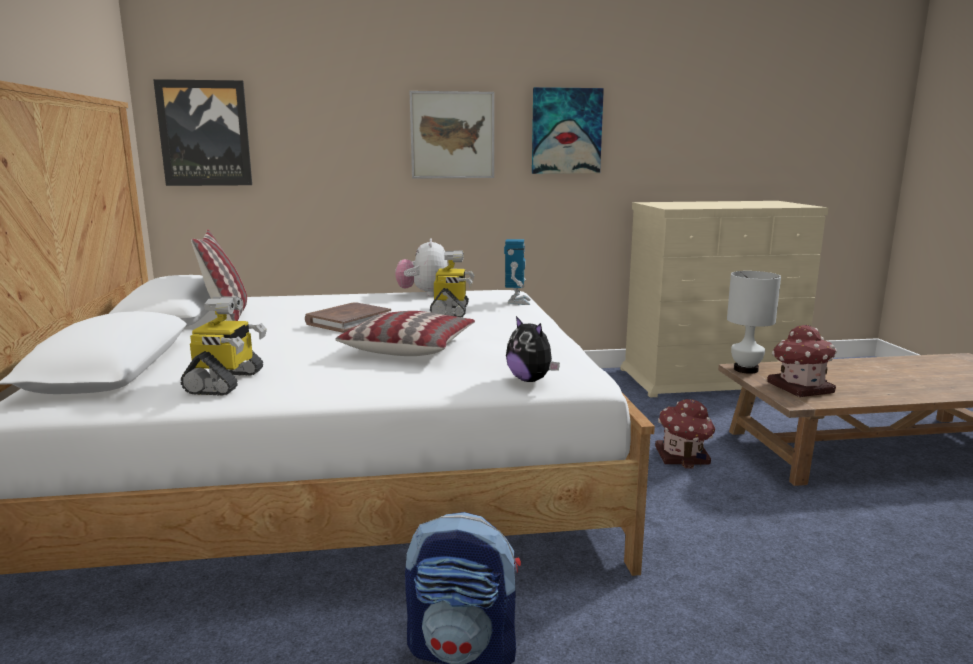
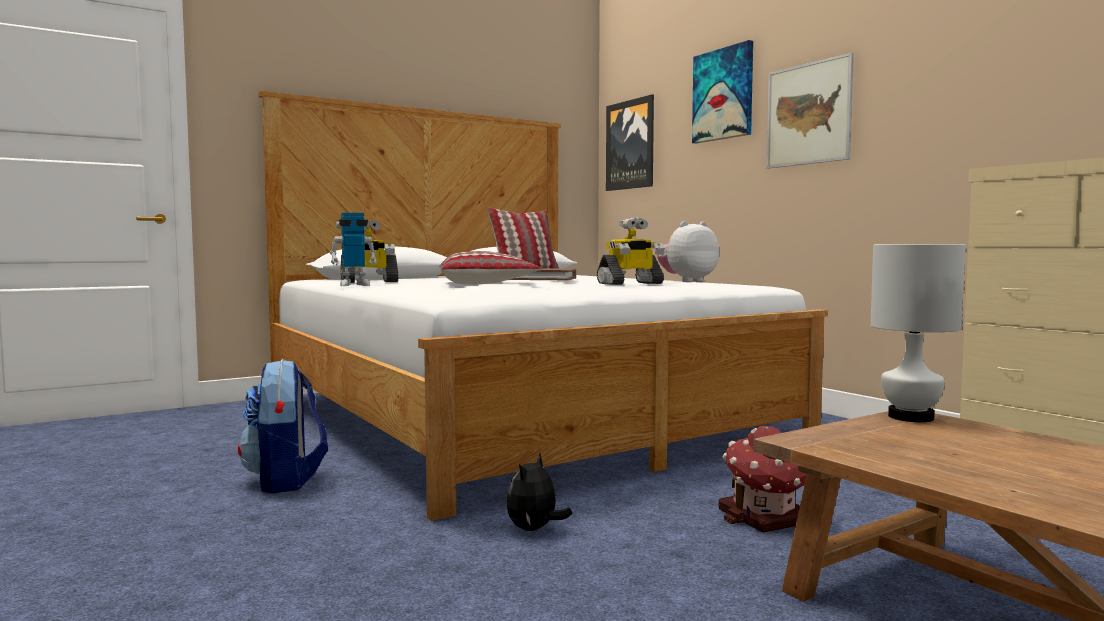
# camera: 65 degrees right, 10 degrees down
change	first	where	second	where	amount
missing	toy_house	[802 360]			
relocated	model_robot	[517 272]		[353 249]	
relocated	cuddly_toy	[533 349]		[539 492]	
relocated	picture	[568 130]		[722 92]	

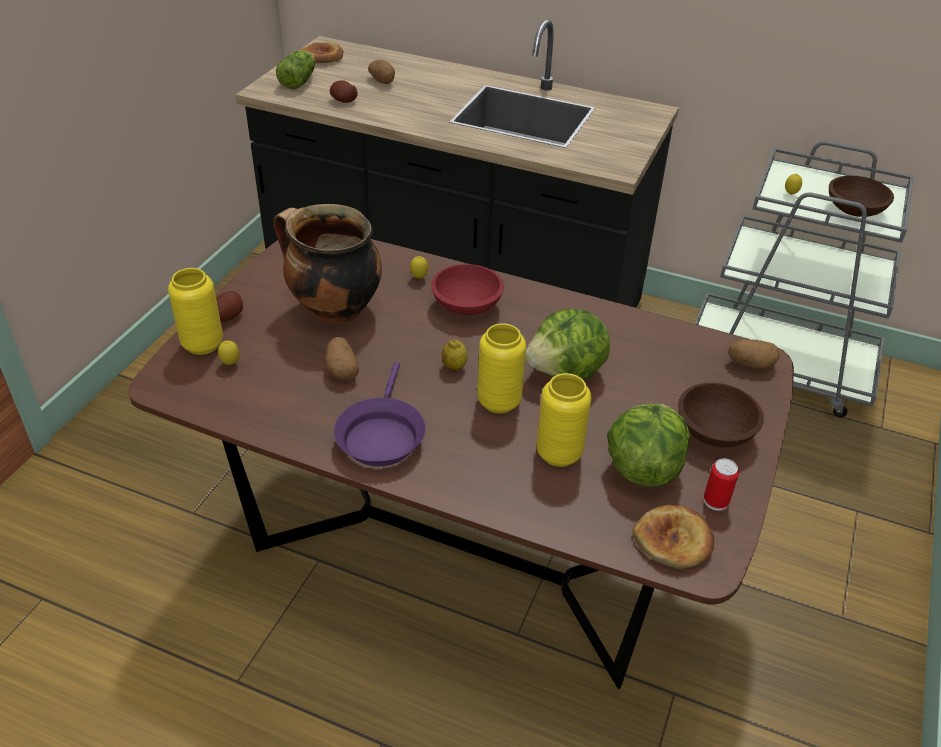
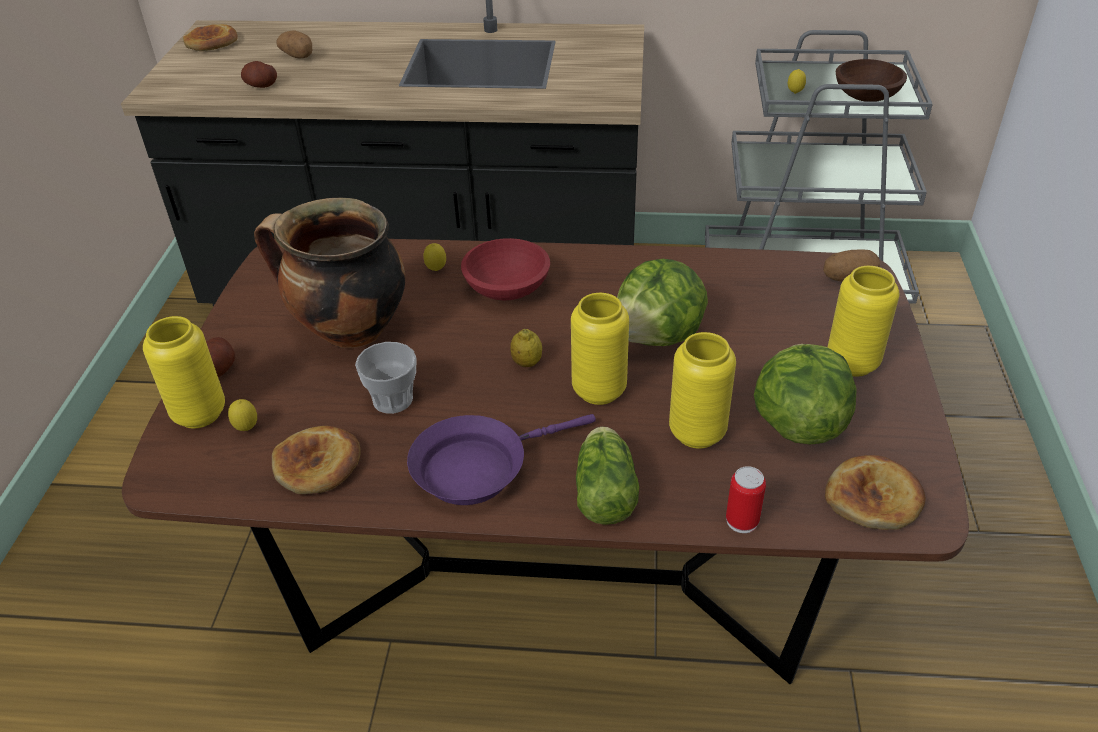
# camera: 15 degrees left, 0 degrees up
change	first	where	second	where	amount
appeared			bakery_bread	[316 460]	
relocated	lettuce	[295 69]		[607 475]	
relocated	metal_can	[721 484]		[746 499]	
exchanged	spud	[342 358]	small_cup	[386 378]	
exchanged	brown-coloured_serving_bowl	[721 415]	yellow-coloured_vase	[863 321]	
spun	purple-coloured_frying_pan	[380 414]		[501 459]	75 degrees clockwise

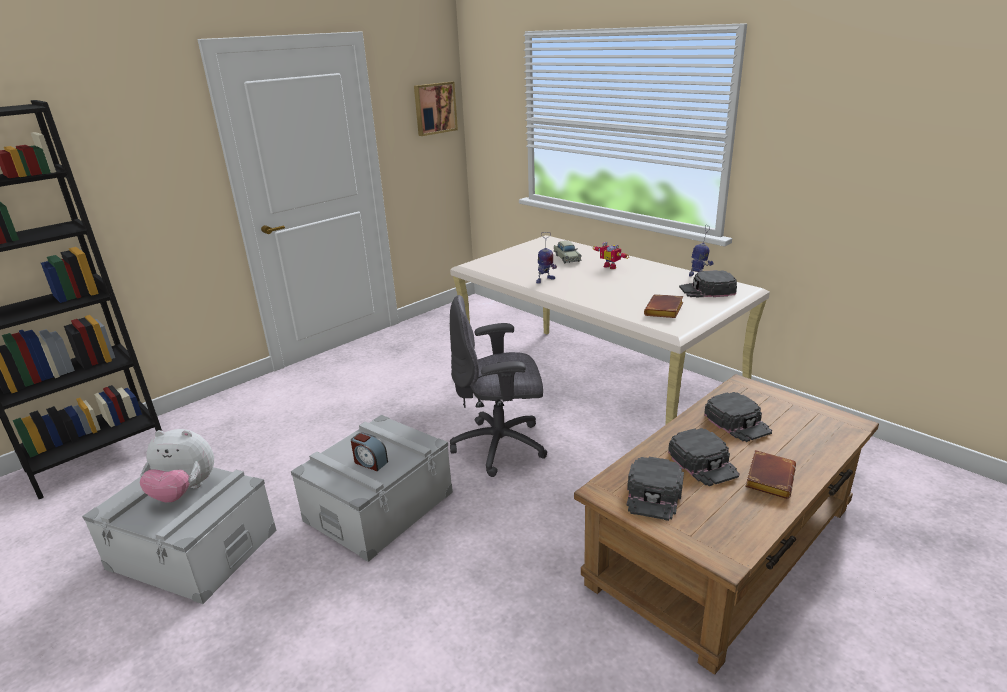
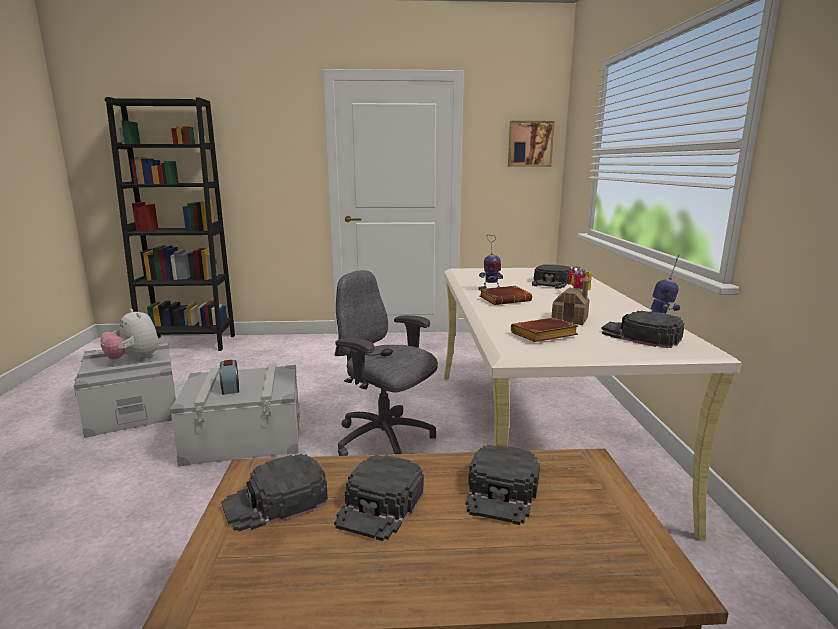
# camera: 40 degrees right, 10 degrees down
change	first	where	second	where	amount
appeared			toy_house	[570 300]	
relocated	brown-coloured_book	[770 474]		[506 295]	
exchanged	beige_miniature_car	[568 252]	black_cap	[552 276]	

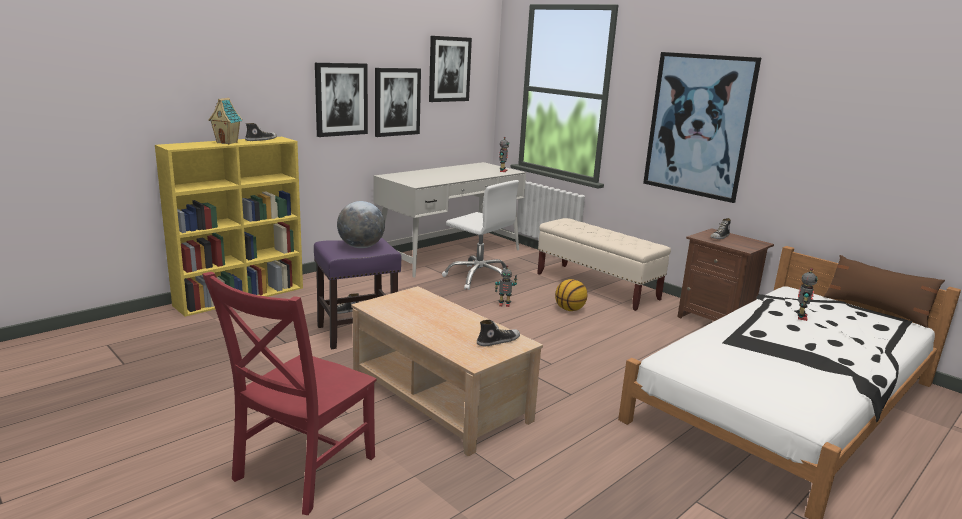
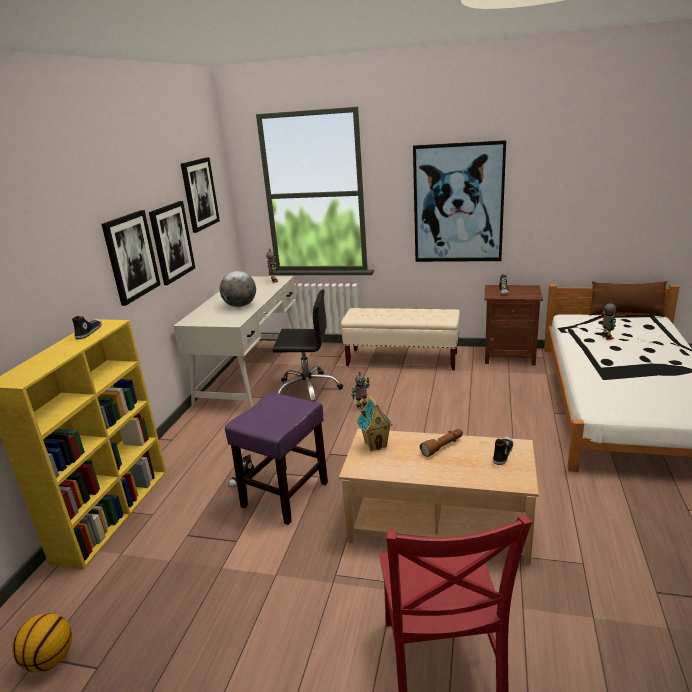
# camera: 30 degrees left, 5 degrees up
change	first	where	second	where	amount
appeared			brown-coloured_flashlight	[441 443]	
relocated	toy_house	[225 121]		[374 423]	
relocated	world_globe	[361 224]		[238 289]	
relocated	basketball_ball	[571 295]		[42 642]	
colour	whitish_computer_chair	[480 235]	black_computer_chair	[307 345]	

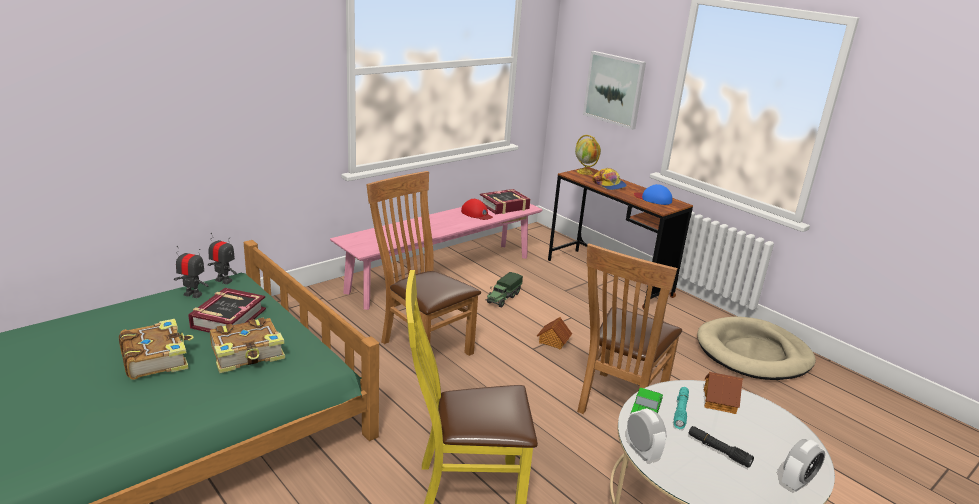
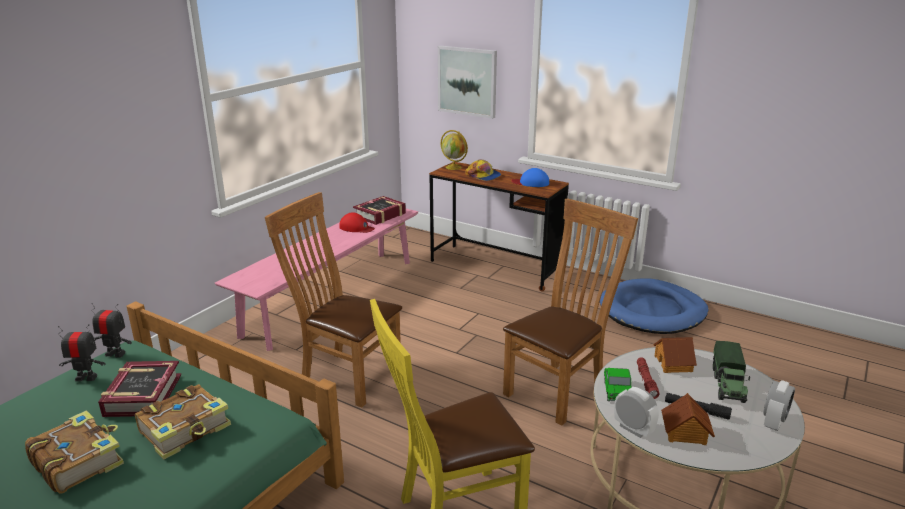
# camera: 15 degrees left, 0 degrees up
change	first	where	second	where	amount
relocated	toy_truck	[504 289]		[731 372]	
relocated	toy_house	[554 333]		[688 419]	
colour	turquoise-coloured_flashlight	[681 408]	reddish_flashlight	[648 378]	
colour	beige_dog_cushion	[756 348]	bluish_dog_cushion	[654 306]	
spun	brown-coloured_upright_chair	[629 328]		[570 312]	150 degrees counterclockwise

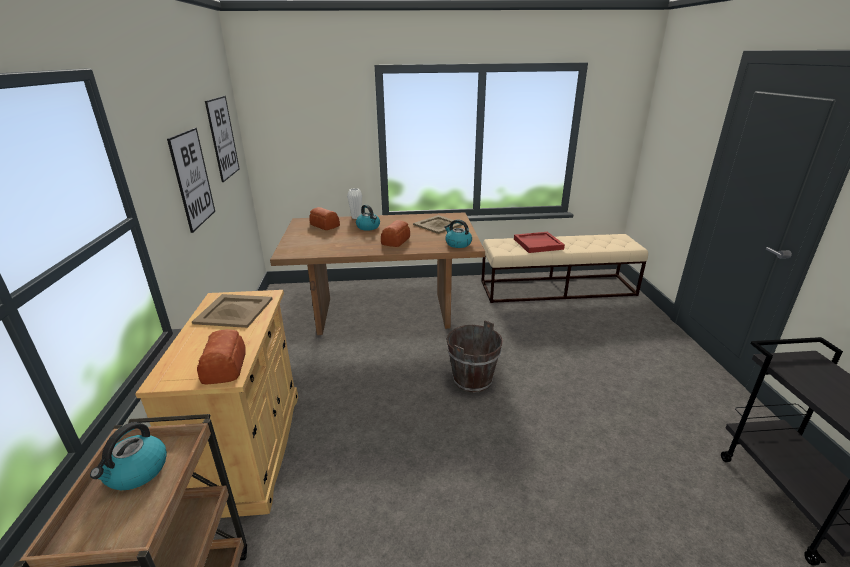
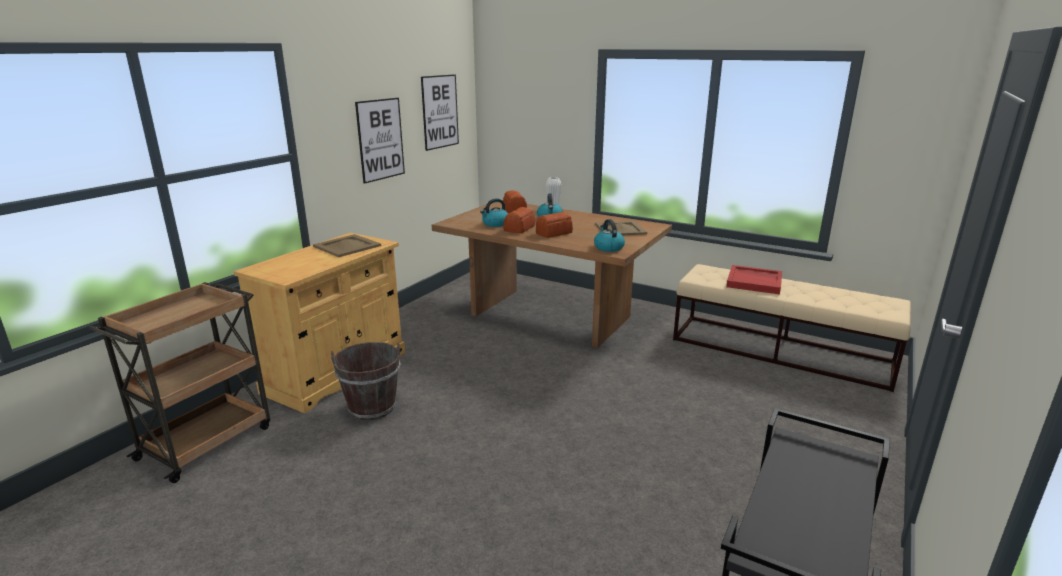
# camera: 35 degrees right, 5 degrees down
change	first	where	second	where	amount
relocated	kettle	[128 456]		[494 212]	
relocated	bakery_bread	[221 356]		[519 220]	
relocated	brown-coloured_pail	[474 357]		[365 381]	

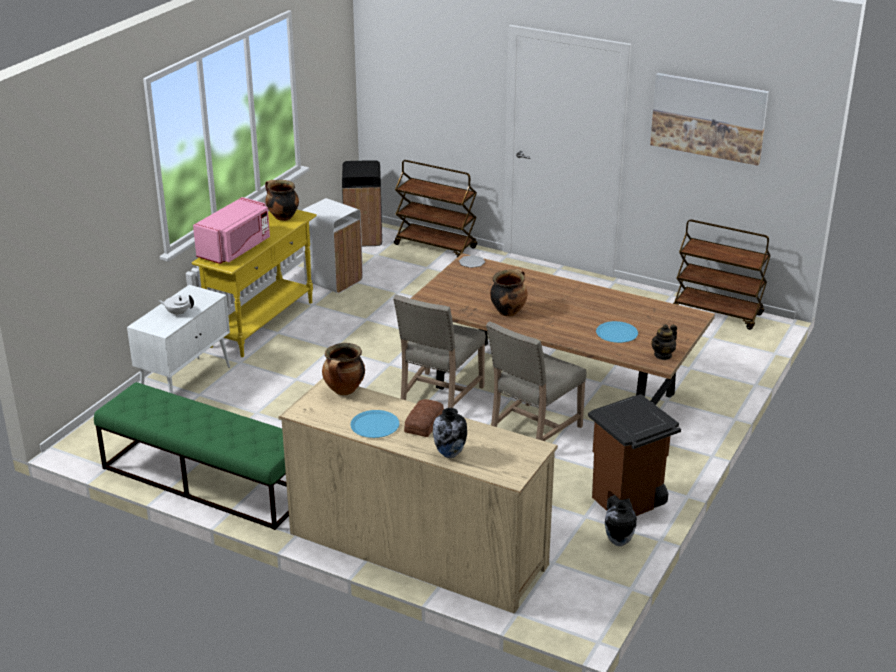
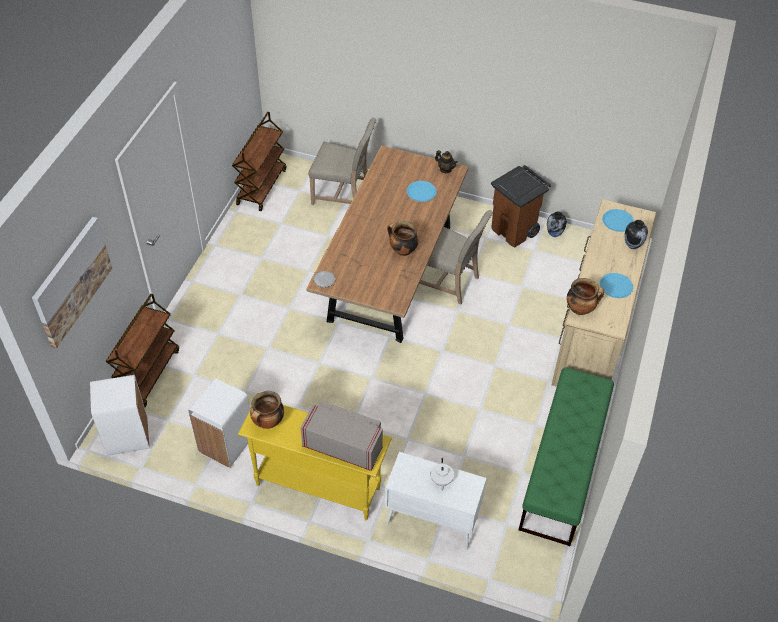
# camera: 100 degrees left, 20 degrees up
change	first	where	second	where	amount
missing	bakery_bread	[424 418]			
appeared			bluish_plate	[618 220]	
relocated	beige_upright_chair	[439 351]		[342 161]	
relocated	picture	[709 119]		[72 282]	
colour	pinkish_microwave	[231 230]	greyish_microwave	[342 436]	
colour	black_trash_can	[362 203]	whitish_trash_can	[120 415]	

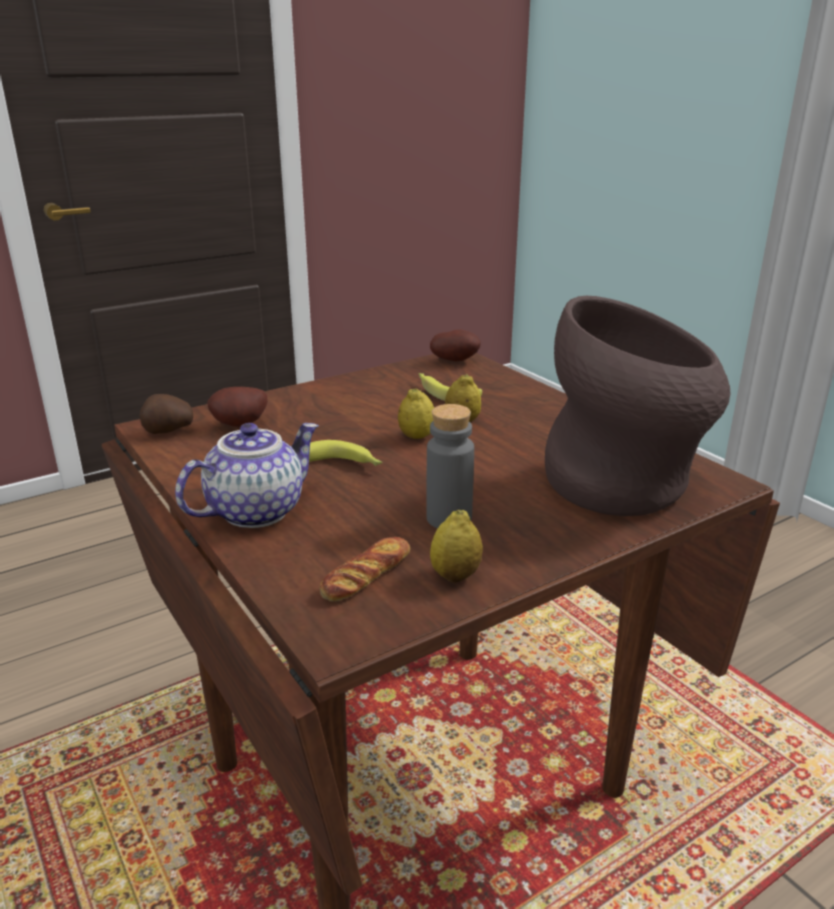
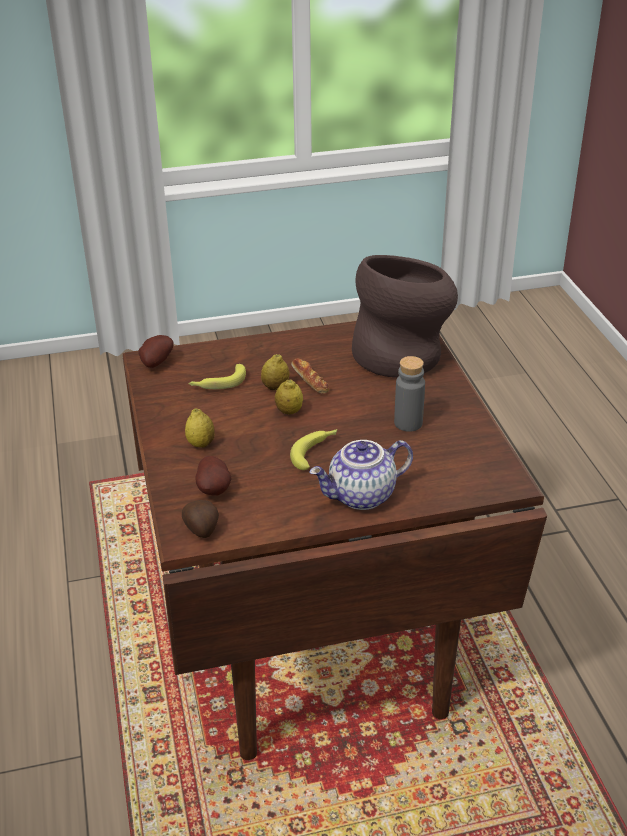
# camera: 70 degrees left, 10 degrees up
change	first	where	second	where	amount
relocated	bakery_bread	[364 569]		[310 376]	
relocated	lemon	[456 546]		[200 428]	
spun	tea_pot	[247 475]		[361 475]	90 degrees counterclockwise

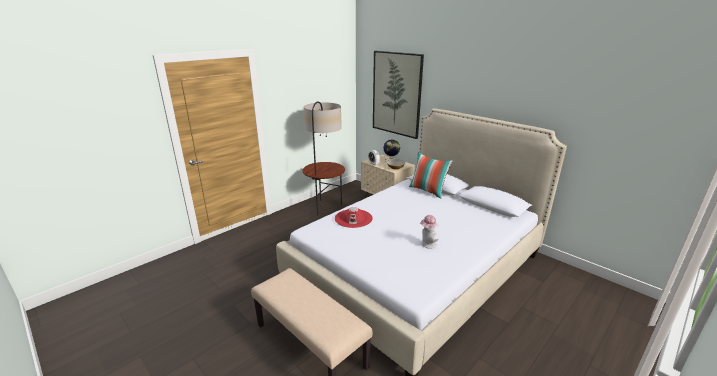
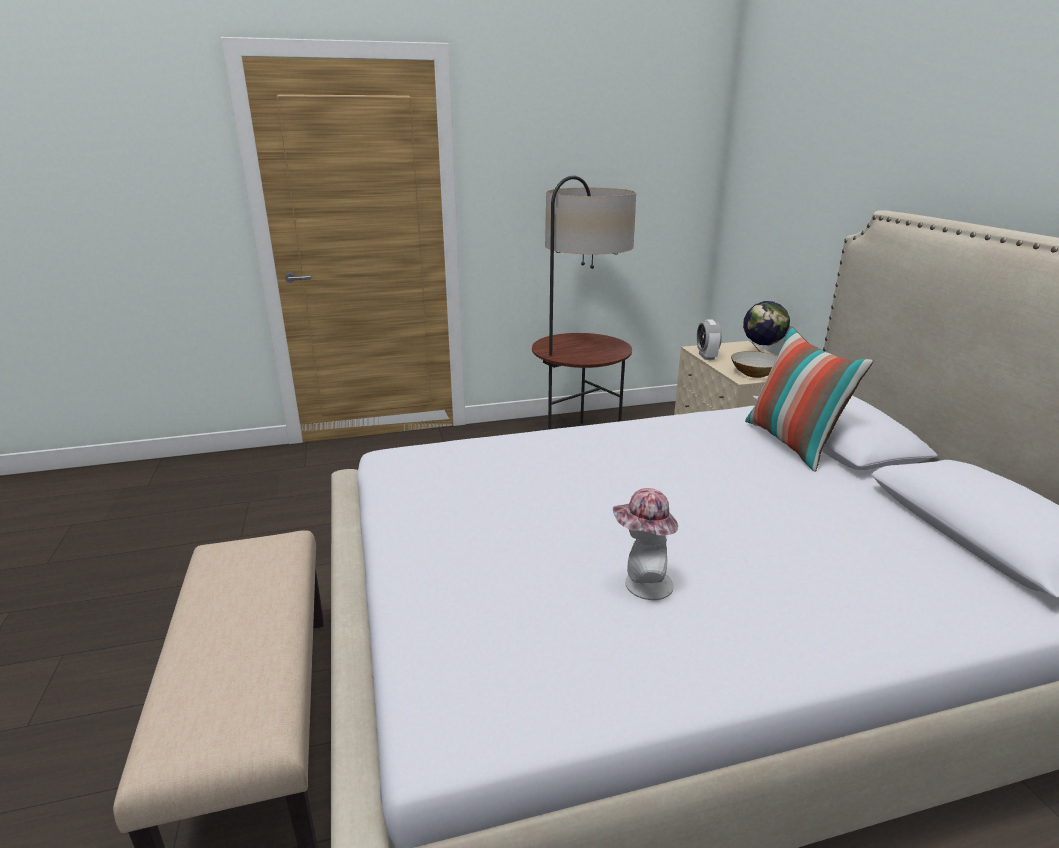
# camera: 30 degrees right, 0 degrees up
change	first	where	second	where	amount
missing	reddish_clothing_hat	[354 217]			
missing	picture	[398 95]			

